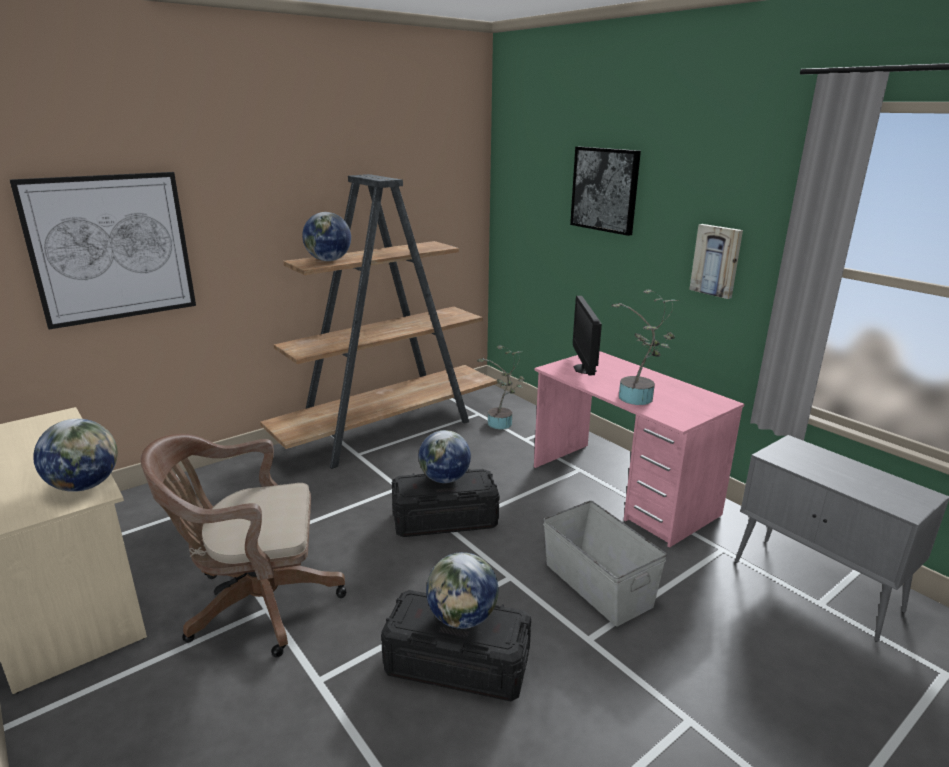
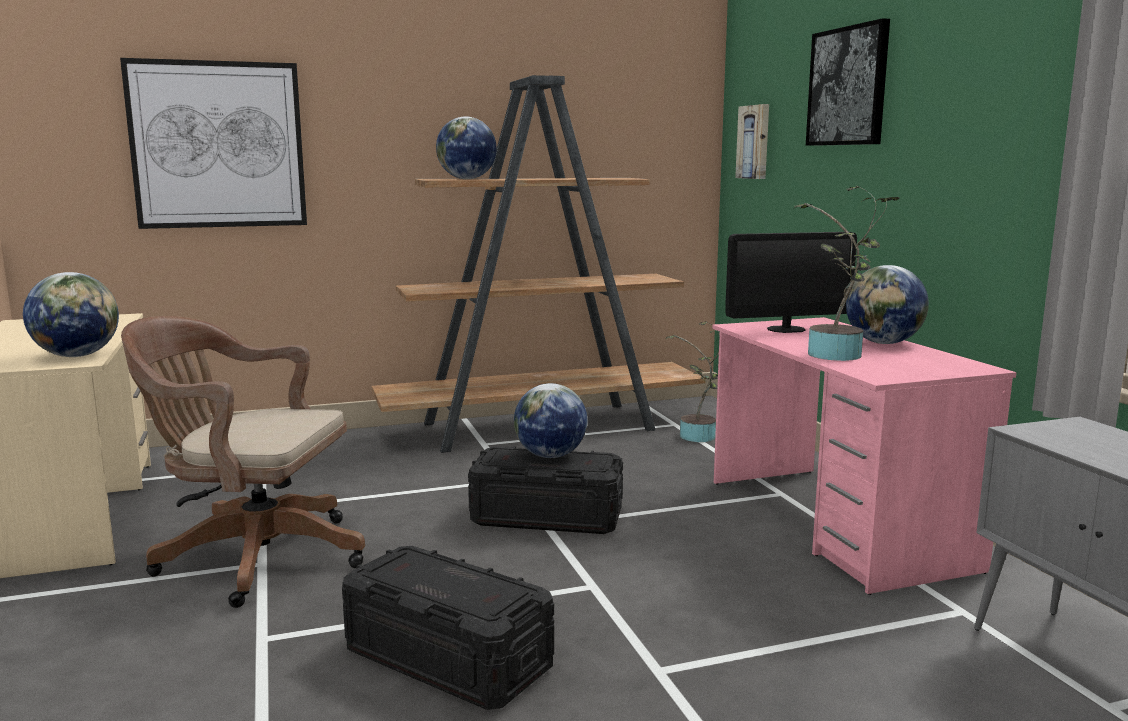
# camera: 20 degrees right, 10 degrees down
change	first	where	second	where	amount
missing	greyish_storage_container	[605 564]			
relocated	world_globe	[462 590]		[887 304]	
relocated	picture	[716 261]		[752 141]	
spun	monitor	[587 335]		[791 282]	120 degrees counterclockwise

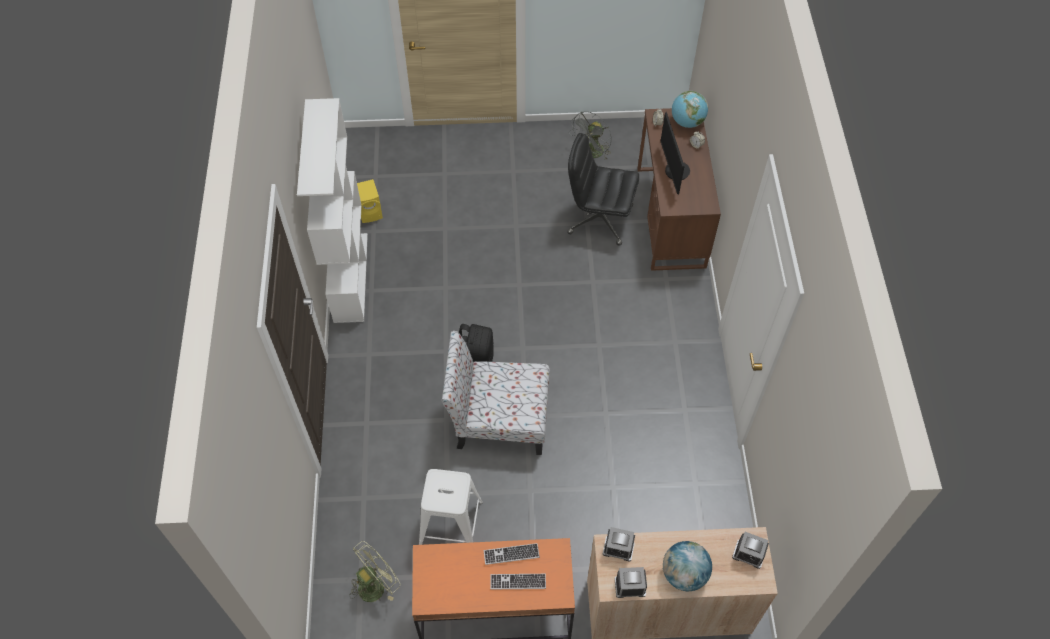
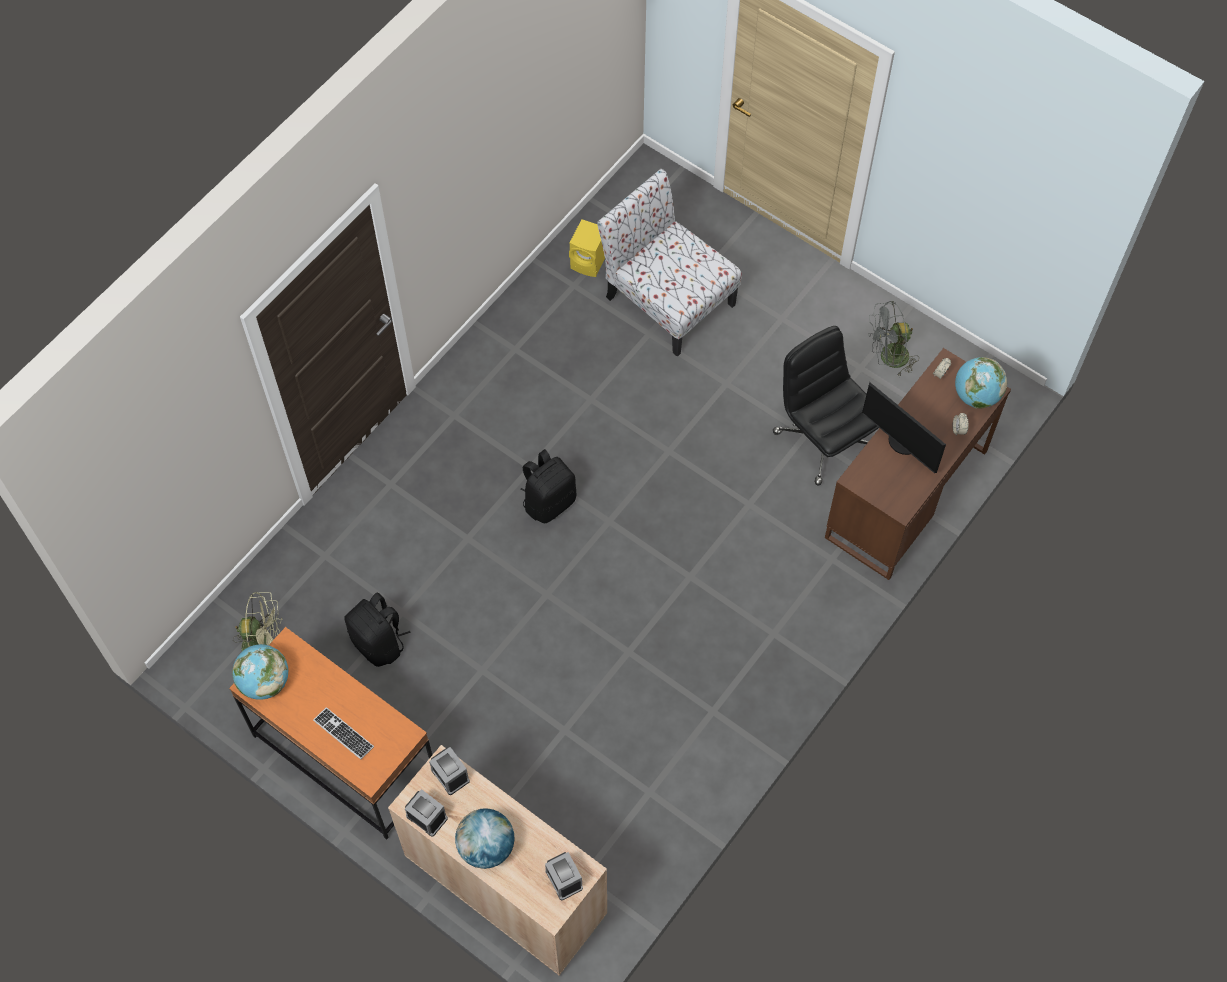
# camera: 40 degrees right, 5 degrees up
change	first	where	second	where	amount
missing	whitish_bookcase	[332 210]			
missing	PC_keyboard	[512 554]			
appeared			world_globe	[260 672]	
relocated	upright_chair	[496 393]		[669 263]	
exchanged	whitish_sitting_stool	[451 507]	black_rucksack	[377 630]	
spun	monitor	[675 153]		[904 427]	75 degrees counterclockwise

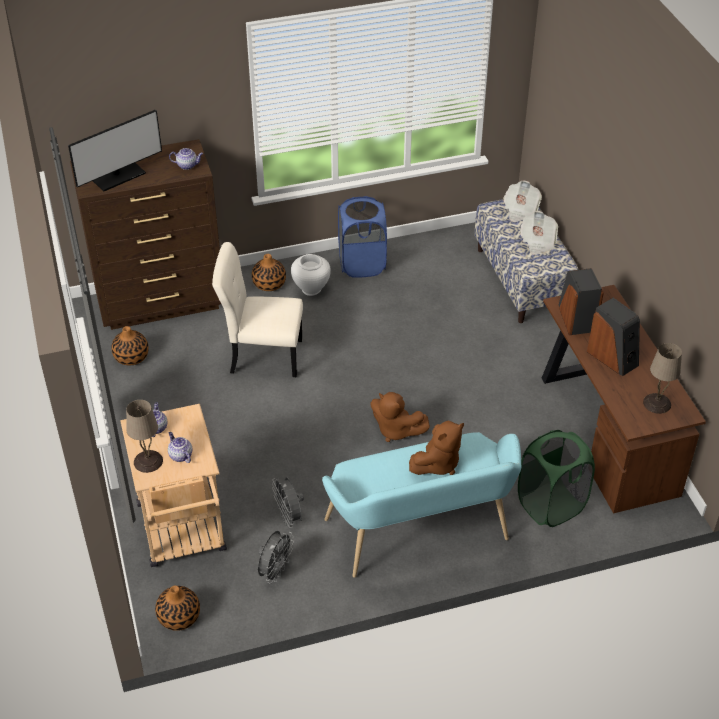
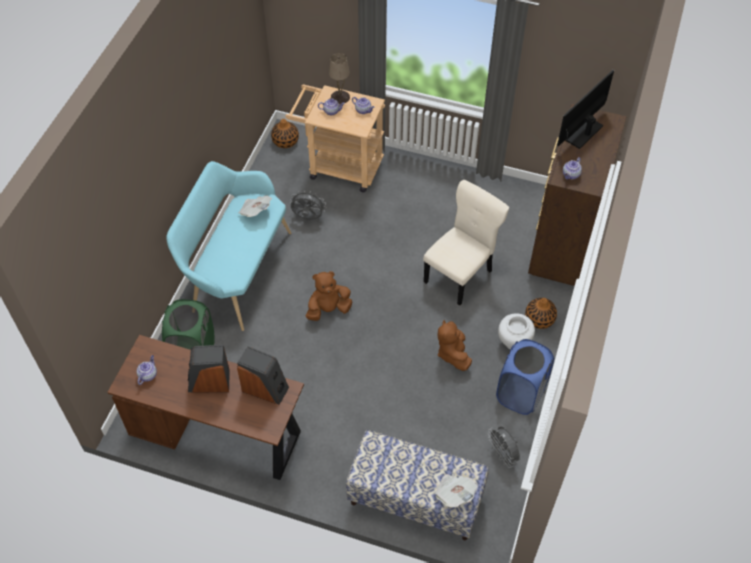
# camera: 125 degrees right, 10 degrees up
change	first	where	second	where	amount
missing	vase	[130 346]			
relocated	greyish_electric_fan	[276 557]		[504 447]	
relocated	brown-coloured_cuddly_toy	[436 447]		[454 345]	
relocated	newspaper	[539 233]		[255 206]	
exchanged	beige_tabletop_lamp	[662 378]	tea_pot	[146 370]	
spun	monitor	[115 150]		[585 109]	45 degrees clockwise

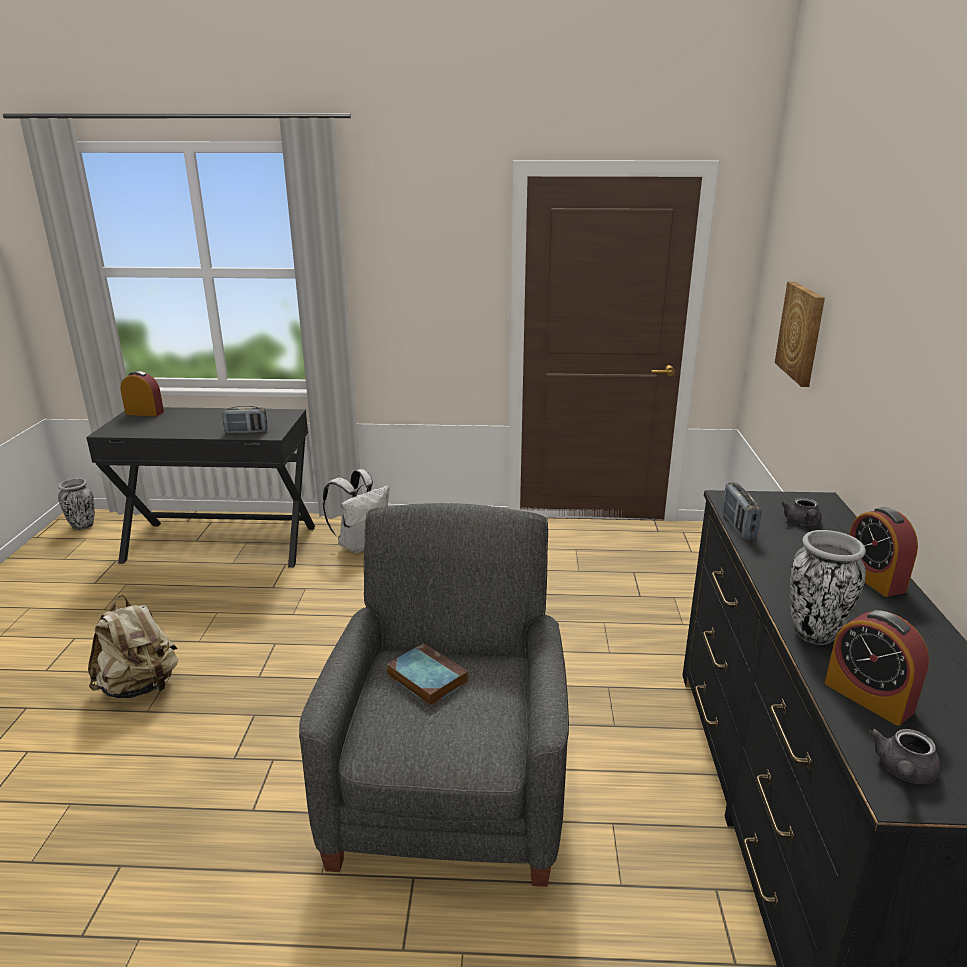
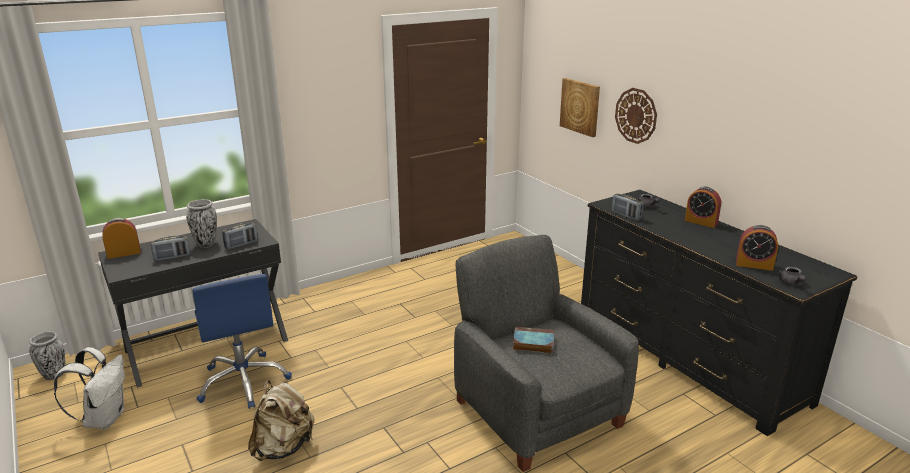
# camera: 35 degrees left, 0 degrees up
change	first	where	second	where	amount
appeared			radio	[170 248]	
appeared			bluish_computer_chair	[242 341]	
appeared			hanging_clock	[636 116]	
relocated	whitish_rucksack	[356 511]		[89 388]	
relocated	vase	[828 587]		[201 223]	

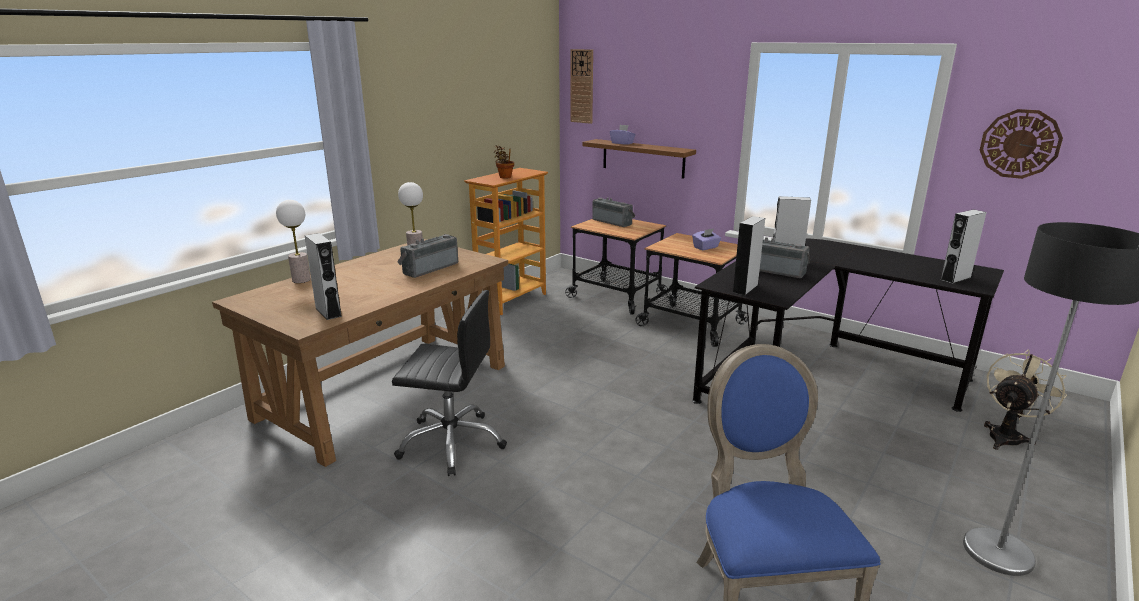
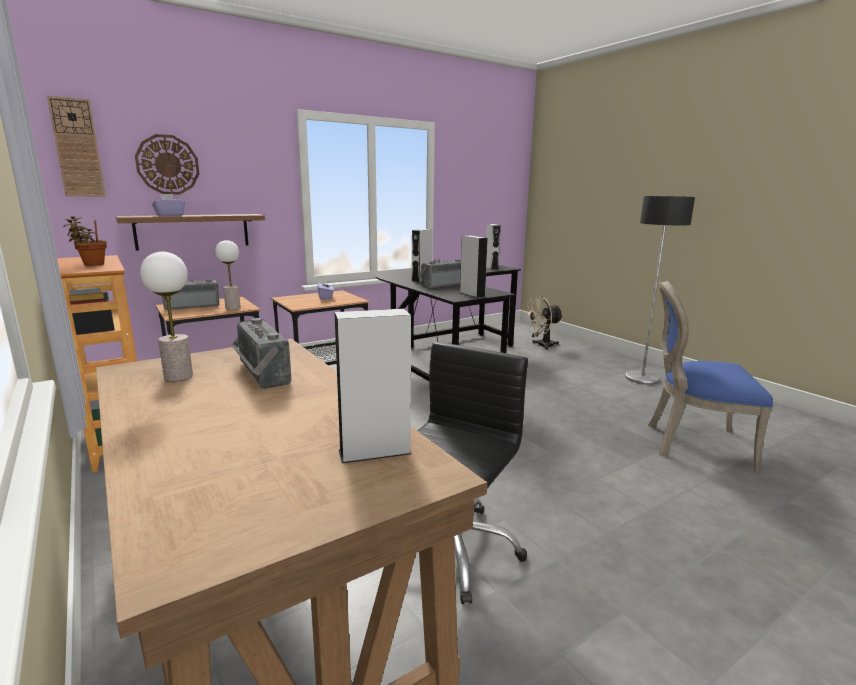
# camera: 70 degrees left, 5 degrees down
change	first	where	second	where	amount
relocated	tabletop_lamp	[293 241]		[228 275]	
relocated	hanging_clock	[1021 144]		[167 164]	
spun	beige_electric_fan	[1025 400]		[543 323]	90 degrees counterclockwise

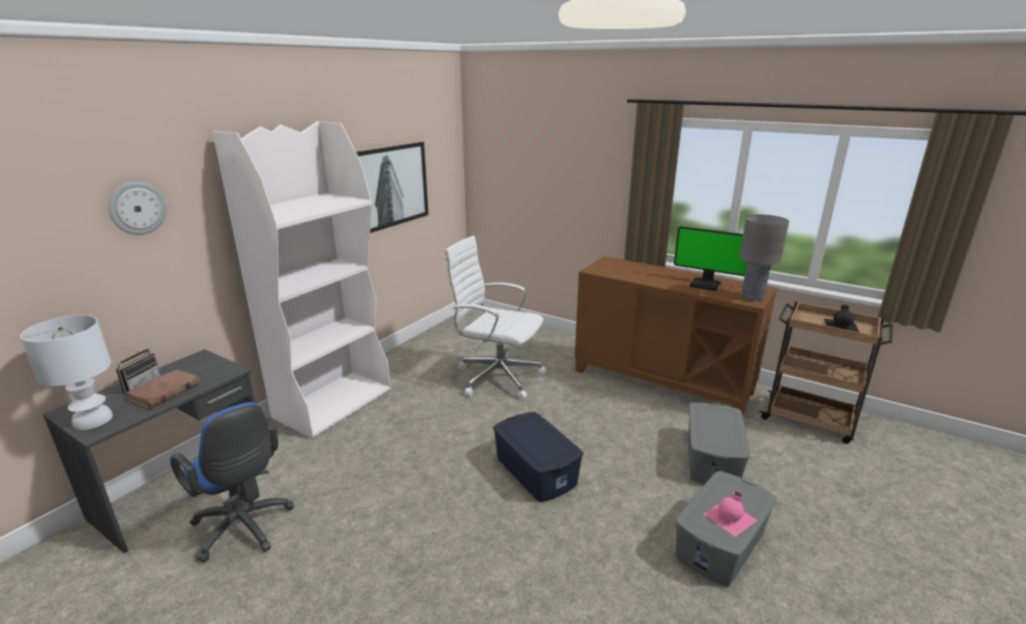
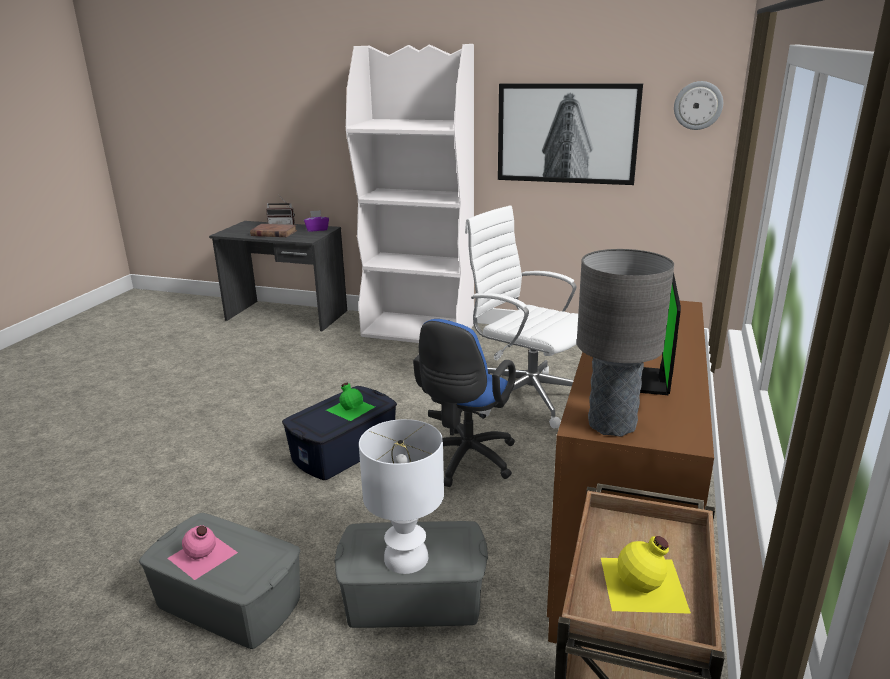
# camera: 75 degrees right, 0 degrees up
change	first	where	second	where	amount
appeared			purple-coloured_box_of_tissues	[316 221]	
appeared			green_beverage_bottle	[350 402]	
relocated	whitish_tabletop_lamp	[66 372]		[401 496]	
relocated	hanging_clock	[137 208]		[698 105]	
relocated	bluish_computer_chair	[232 482]		[464 403]	
colour	black_beverage_bottle	[841 318]	yellow-coloured_beverage_bottle	[646 575]	
spun	whitish_computer_chair	[495 317]		[521 317]	60 degrees counterclockwise

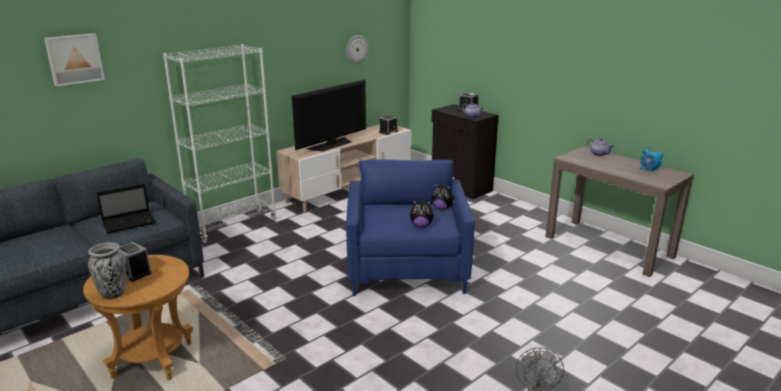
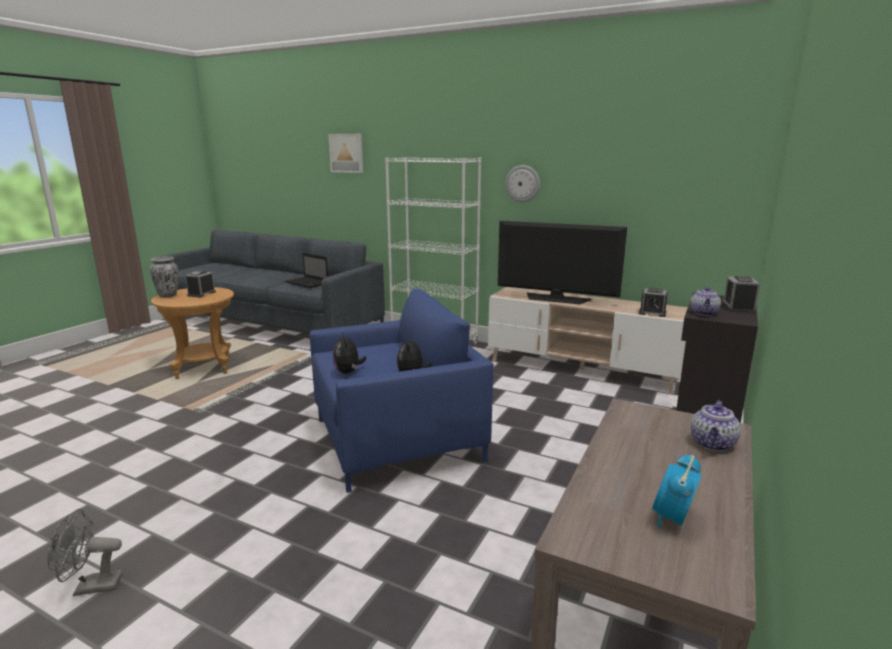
# camera: 70 degrees right, 5 degrees down
change	first	where	second	where	amount
relocated	hanging_clock	[357 49]		[522 184]	

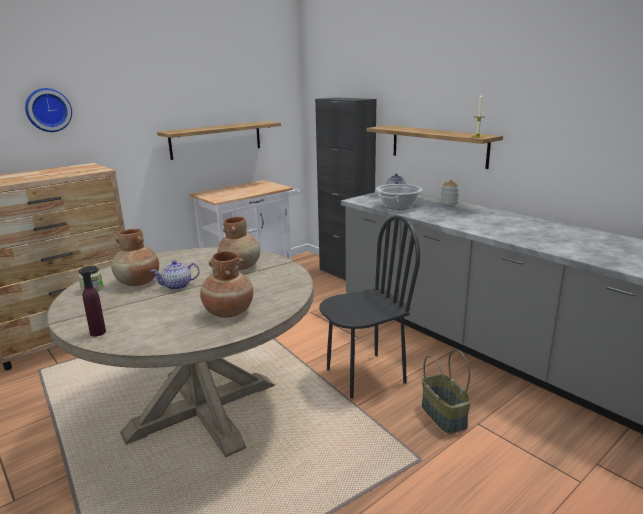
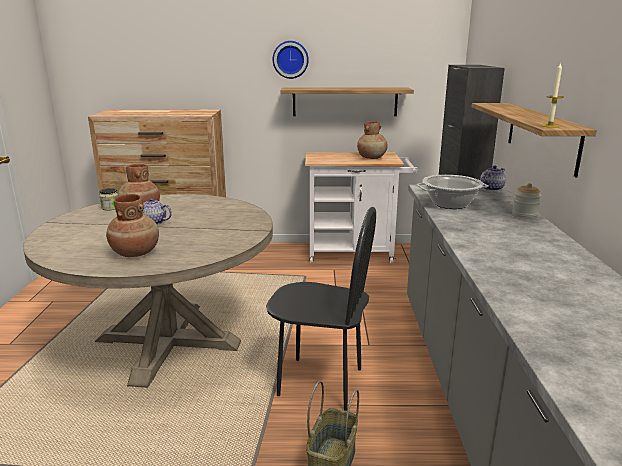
# camera: 40 degrees right, 0 degrees up
change	first	where	second	where	amount
missing	purple-coloured_beverage_bottle	[94 303]			
relocated	hanging_clock	[48 110]		[291 60]	
relocated	brown-coloured_vase	[239 243]		[372 140]	

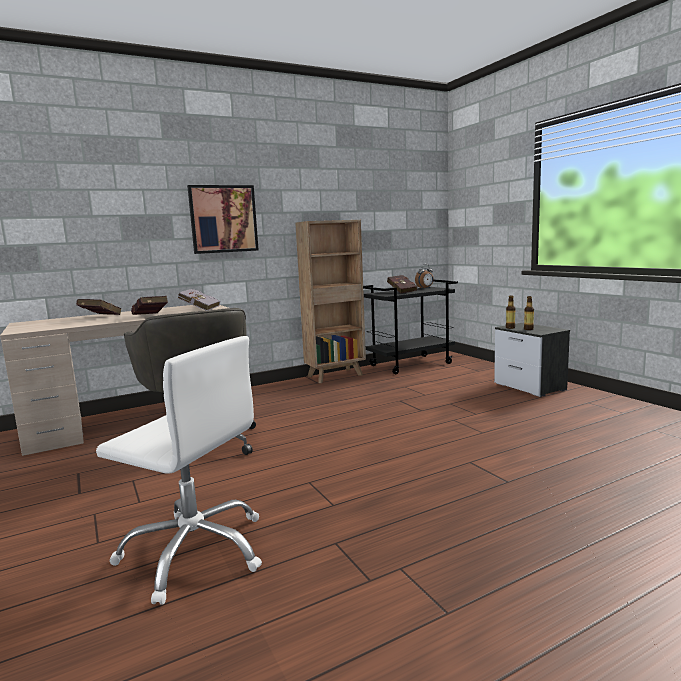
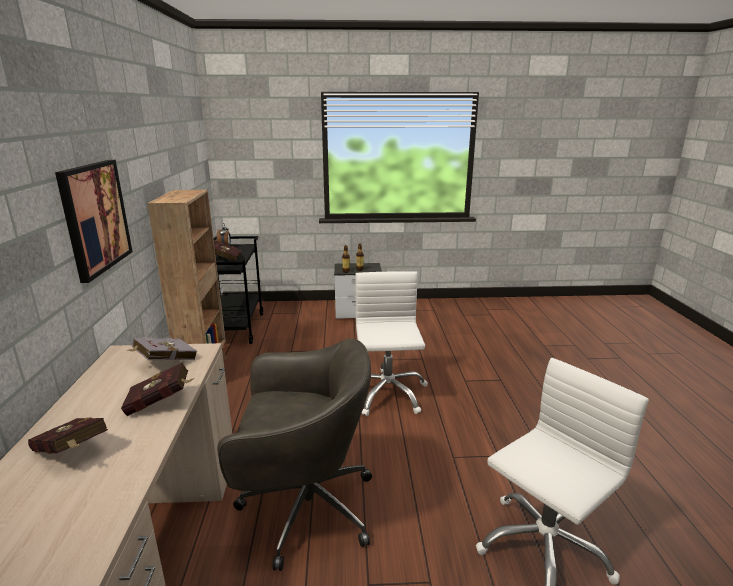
# camera: 65 degrees left, 10 degrees up
change	first	where	second	where	amount
appeared			whitish_computer_chair	[391 343]	

